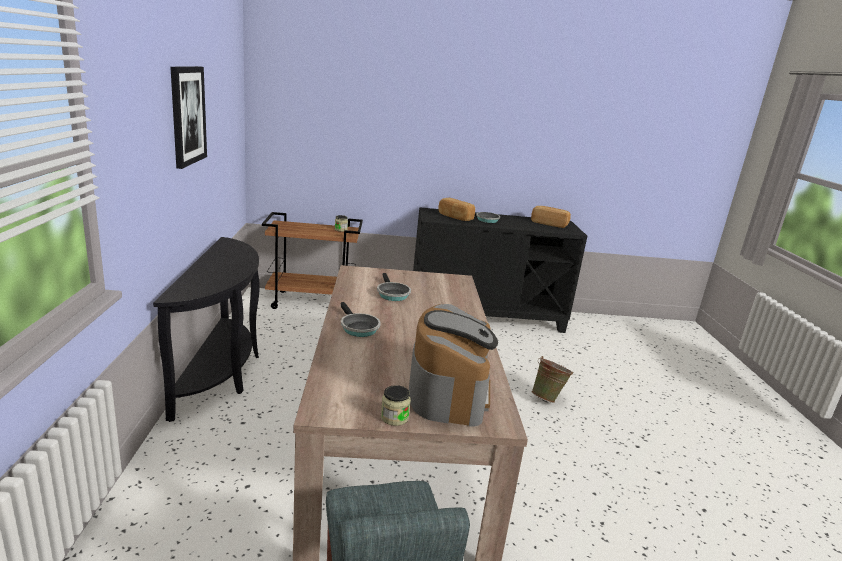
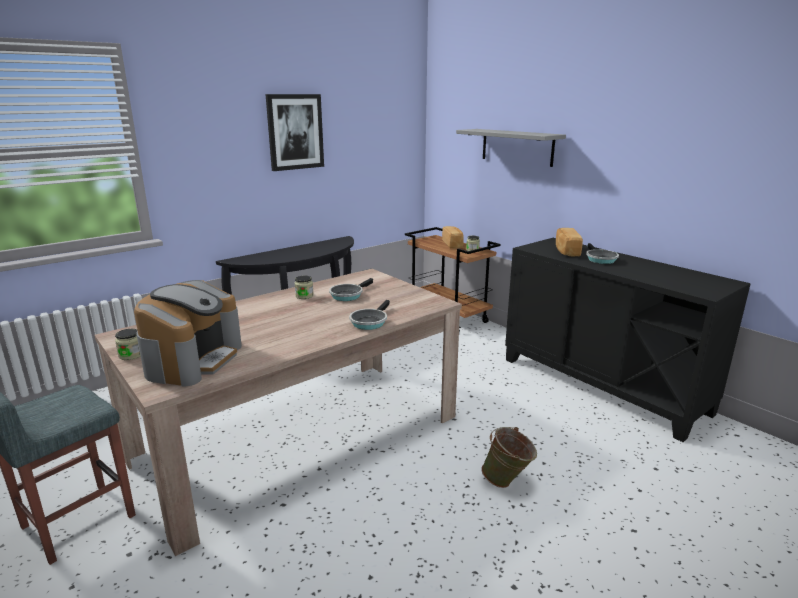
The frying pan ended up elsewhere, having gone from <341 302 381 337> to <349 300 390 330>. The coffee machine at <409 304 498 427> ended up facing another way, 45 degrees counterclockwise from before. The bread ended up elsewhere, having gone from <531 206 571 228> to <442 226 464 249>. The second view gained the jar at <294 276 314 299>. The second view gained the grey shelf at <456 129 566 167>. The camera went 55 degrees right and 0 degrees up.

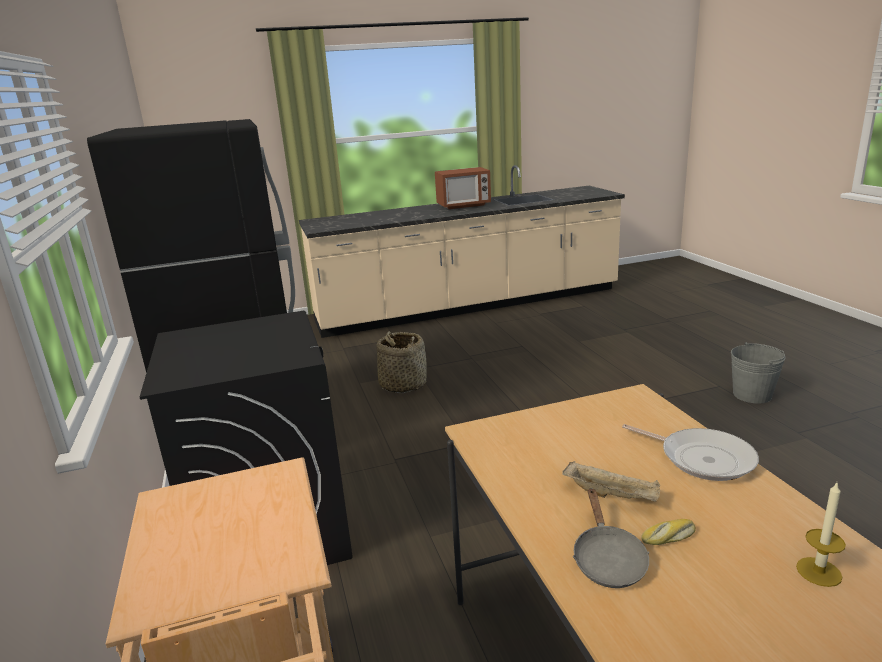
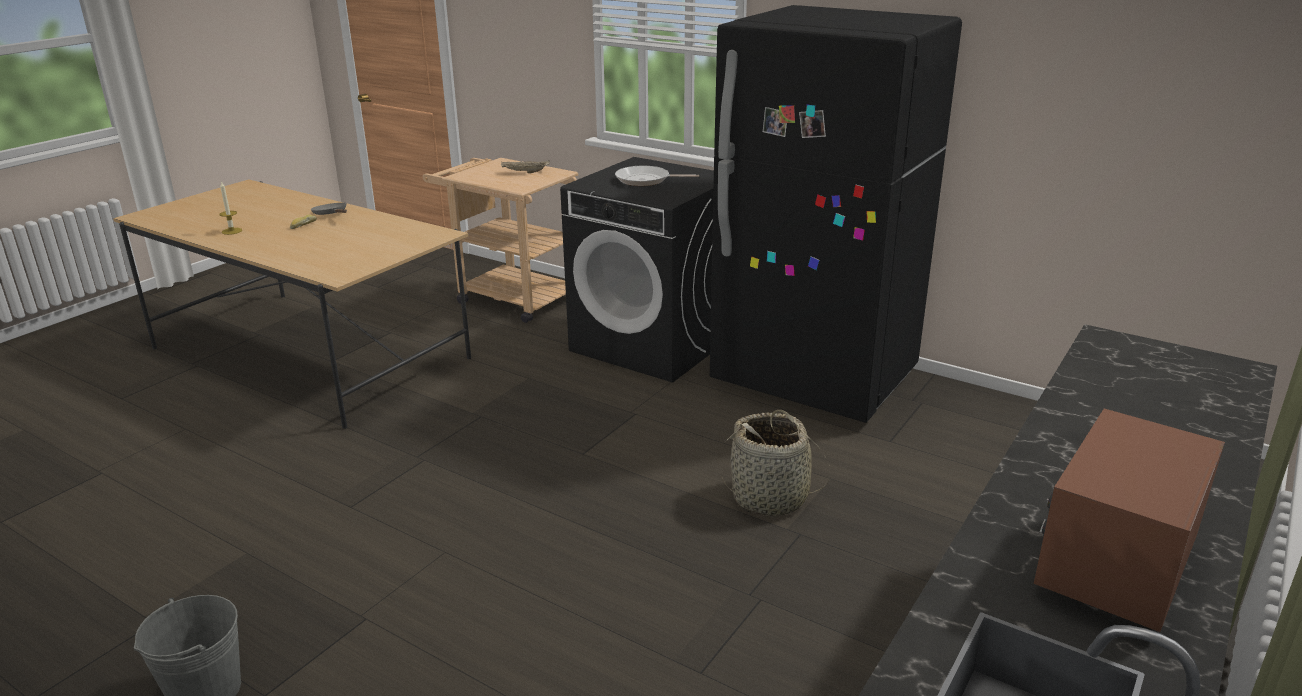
The beige tray ended up elsewhere, having gone from <562 461 660 502> to <501 160 550 173>. The frying pan ended up elsewhere, having gone from <622 424 759 481> to <615 166 699 186>. The camera went 140 degrees right and 5 degrees up.

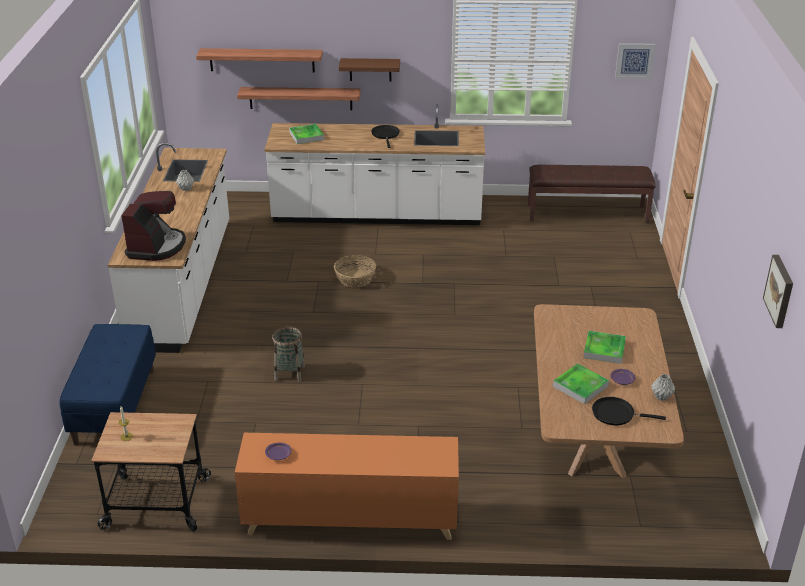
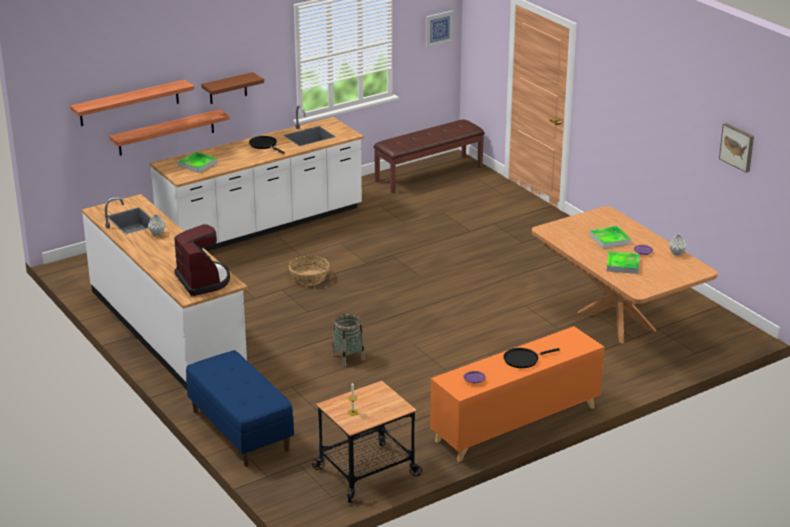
The black frying pan ended up elsewhere, having gone from <592 397 666 425> to <504 348 560 368>. The camera went 35 degrees left and 5 degrees down.

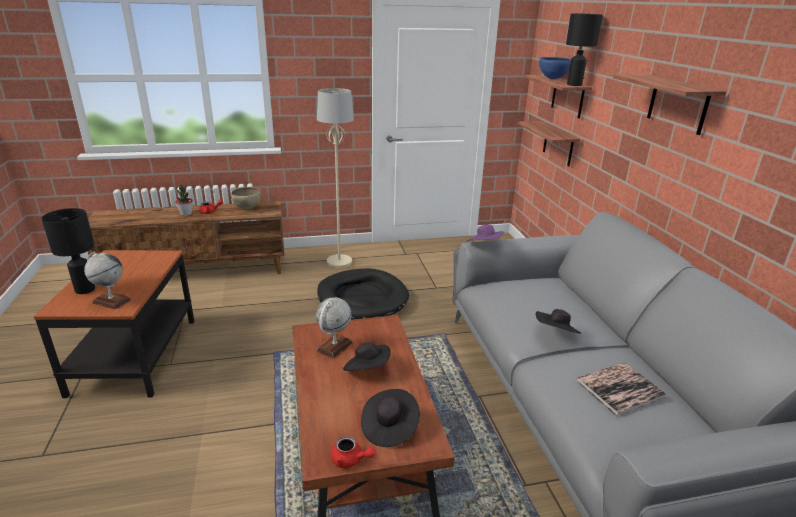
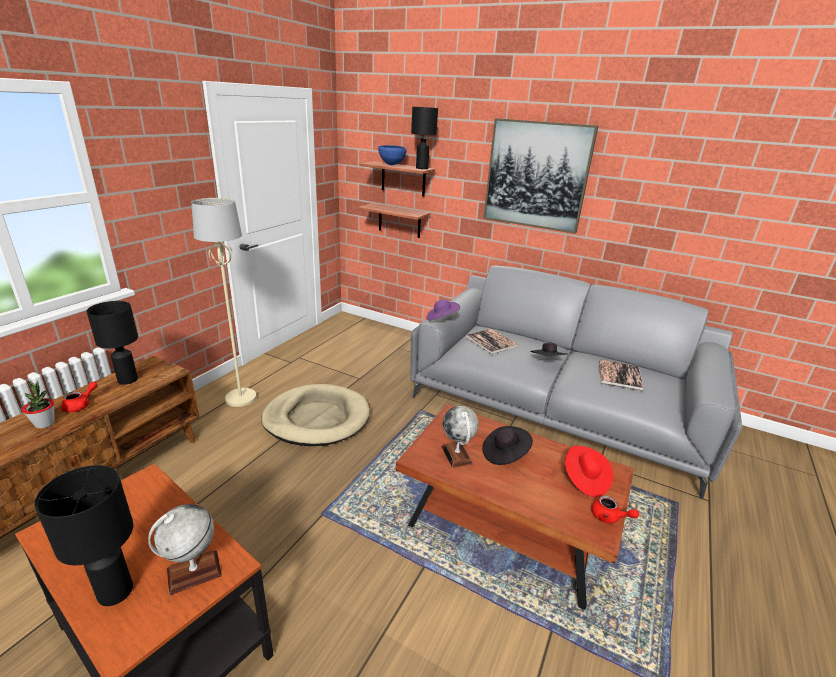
Where the brown bowl stood at <231 187 261 209>, the black table lamp came to stand at <86 301 138 385>. What was the black dog bed at <317 268 409 319> turned into the beige dog bed at <261 384 370 446>. The red teapot at <331 436 375 468> ended up facing another way, 60 degrees clockwise from before. What was the black hat at <361 389 420 447> turned into the red hat at <565 446 613 497>. Where the shelf hung at <613 74 726 135>, the picture came to hang at <483 118 598 234>. The second view gained the book at <466 329 519 355>. The camera went 50 degrees left and 0 degrees up.

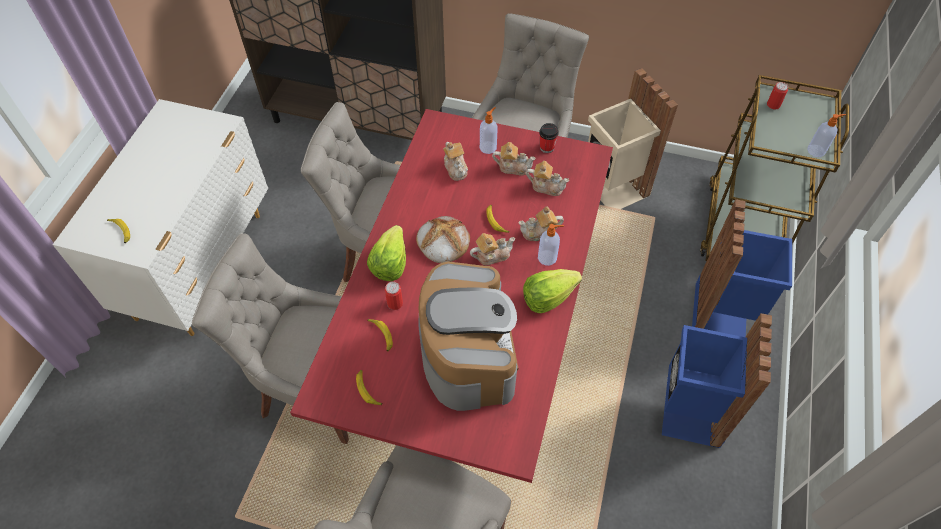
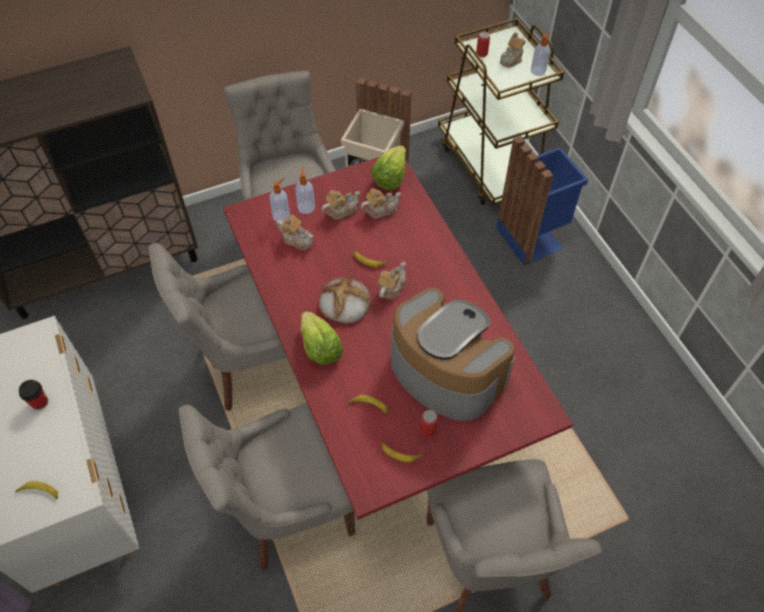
The can ended up elsewhere, having gone from <385 281 403 310> to <420 410 438 437>. The teapot ended up elsewhere, having gone from <518 206 564 241> to <500 32 526 68>. The lettuce ended up elsewhere, having gone from <523 269 582 313> to <371 146 406 190>. The soap dispenser ended up elsewhere, having gone from <538 224 564 266> to <269 178 290 222>. The cup ended up elsewhere, having gone from <539 123 559 153> to <19 380 48 410>. The second view lost the blue trash can at <662 313 772 448>. The camera went 40 degrees left and 0 degrees up.

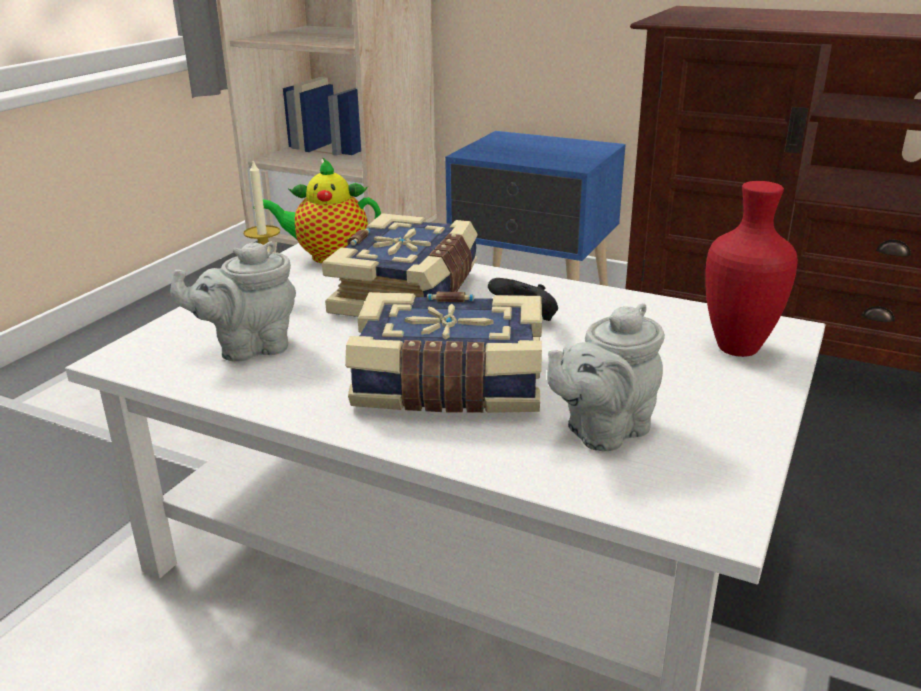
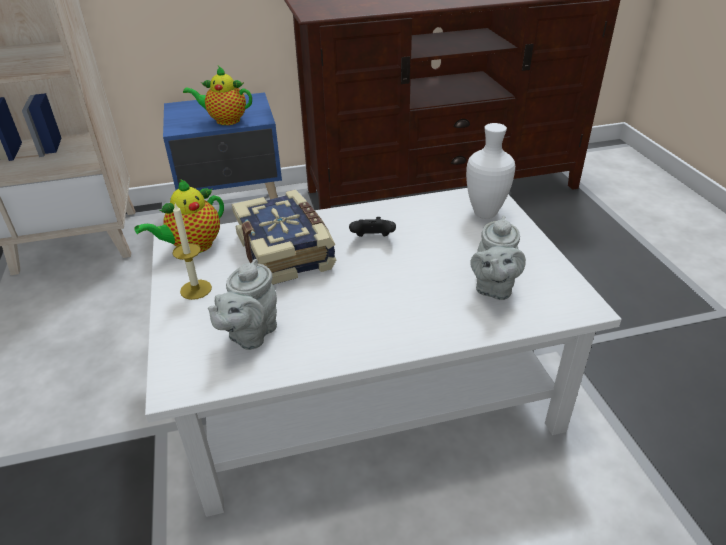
The second view lost the book at <345 292 542 413>. What was the red vase at <705 181 798 357> turned into the white vase at <466 123 515 219>. The second view gained the teapot at <183 66 252 125>. The camera went 40 degrees left and 10 degrees up.

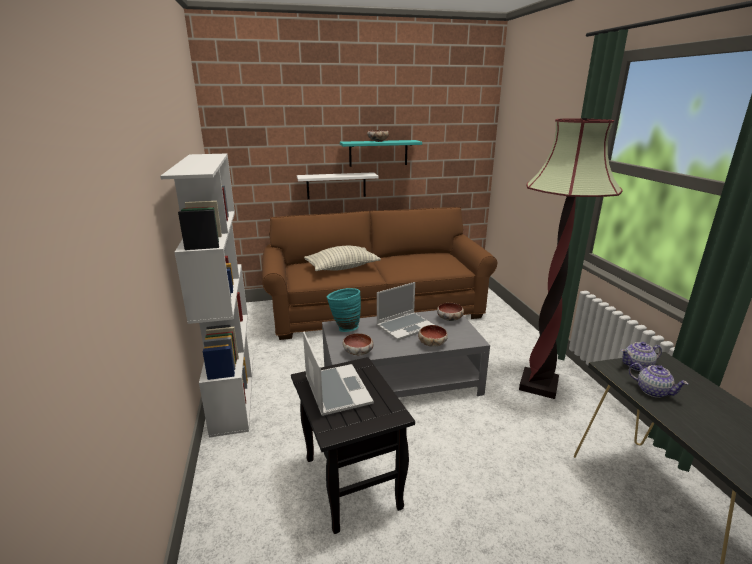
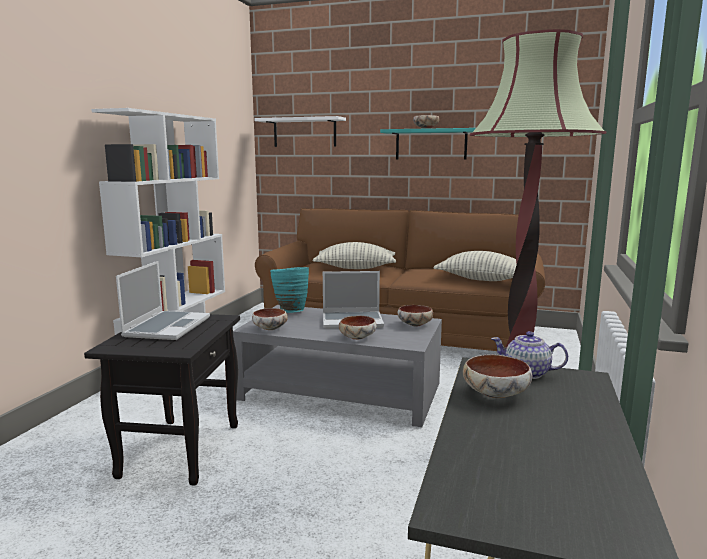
The white shelf ended up elsewhere, having gone from <297 172 379 199> to <254 116 346 147>. Where the teapot stood at <629 363 689 398>, the bowl came to stand at <463 354 532 398>. The second view gained the pillow at <434 251 517 281>. The camera went 30 degrees right and 10 degrees down.

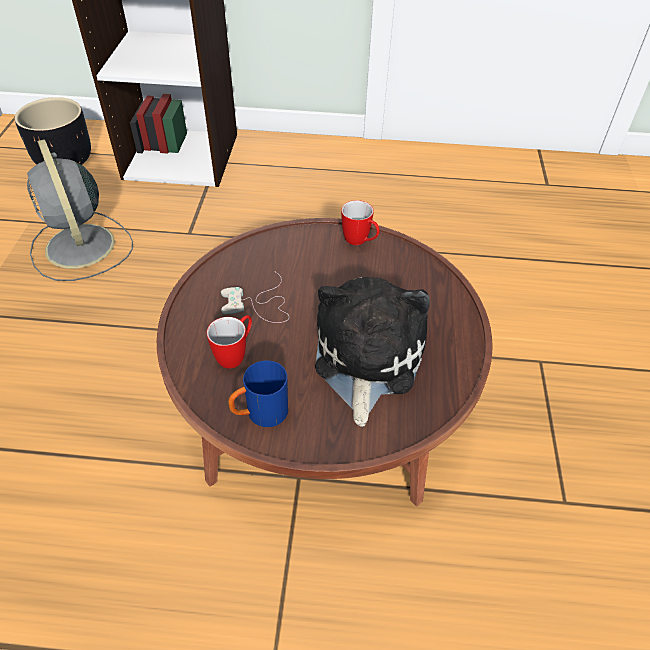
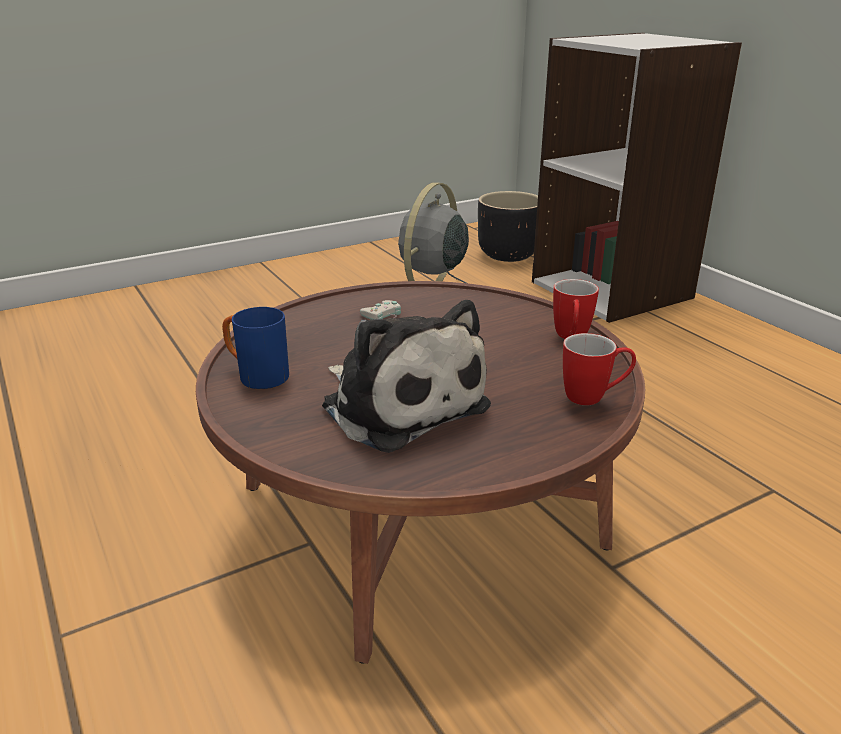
The mug ended up elsewhere, having gone from <207 315 252 369> to <563 333 636 405>. The plush toy at <315 277 430 427> ended up facing another way, 75 degrees clockwise from before. The camera went 55 degrees right and 20 degrees down.

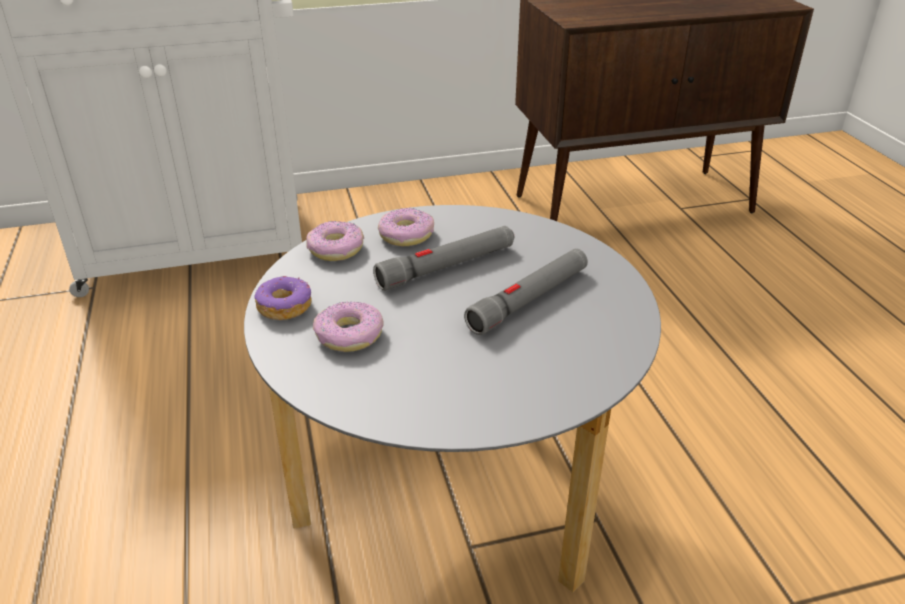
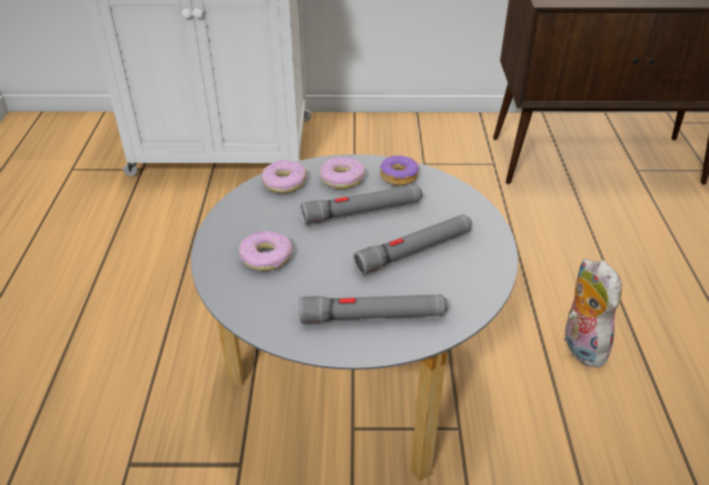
The donut ended up elsewhere, having gone from <255 276 312 320> to <380 155 419 185>. The second view gained the grey flashlight at <299 294 448 323>. The second view gained the plush toy at <563 259 622 367>. The camera went 15 degrees right and 5 degrees up.

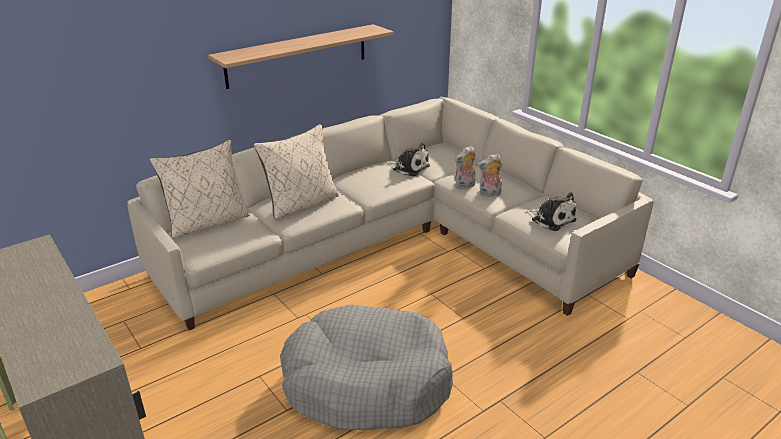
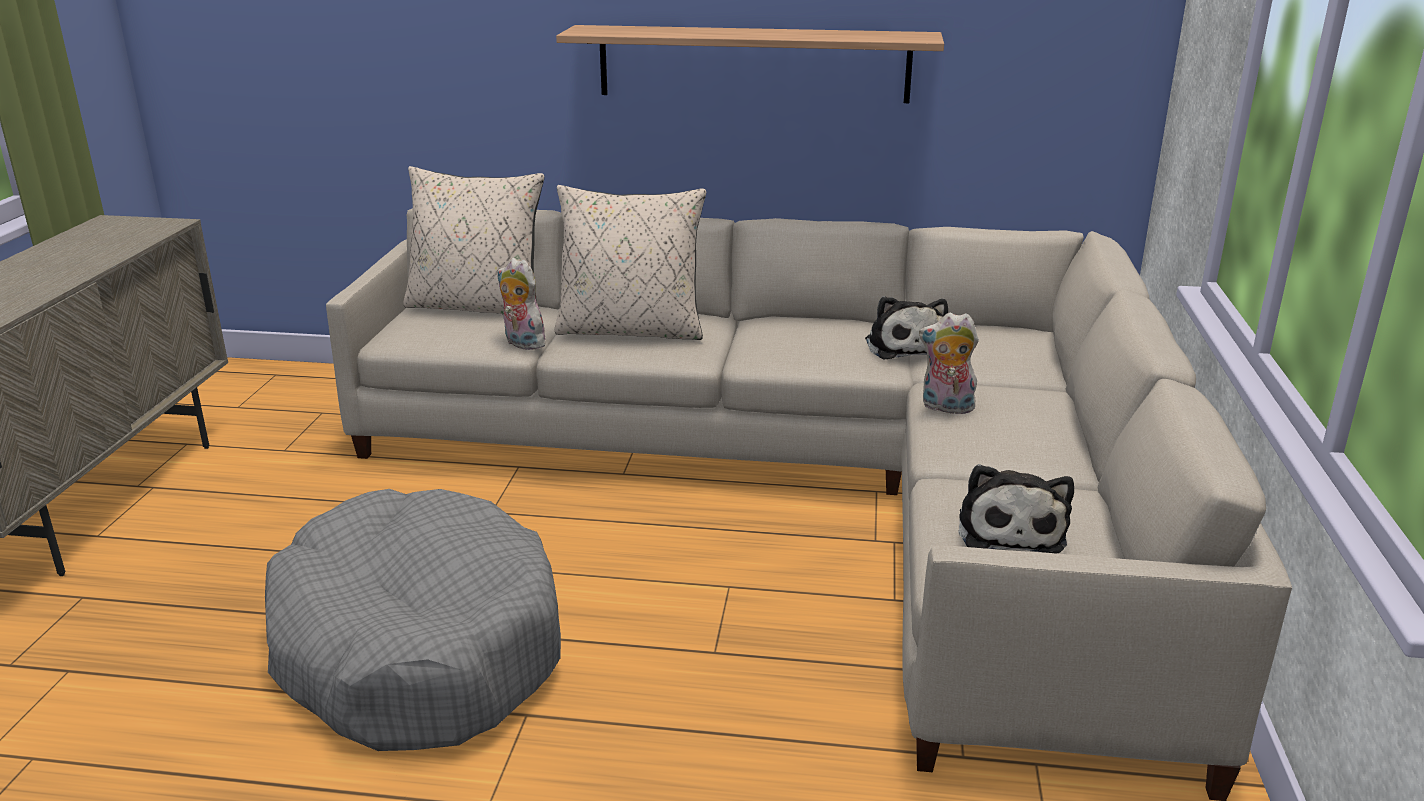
The plush toy ended up elsewhere, having gone from <478 154 503 197> to <497 258 551 350>. The camera went 45 degrees right and 5 degrees down.

